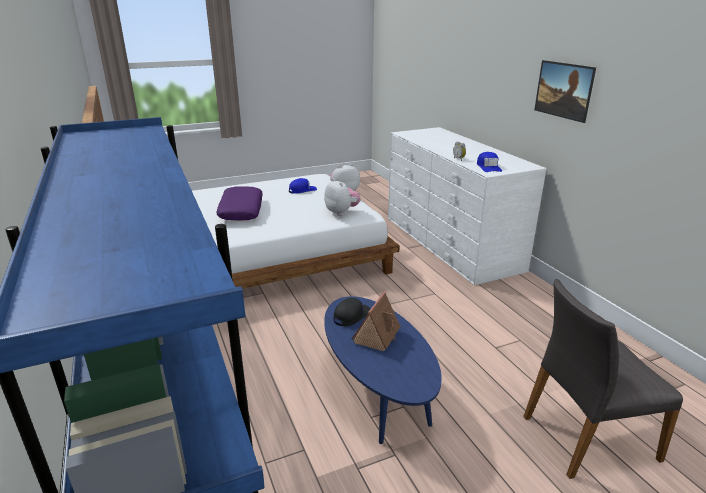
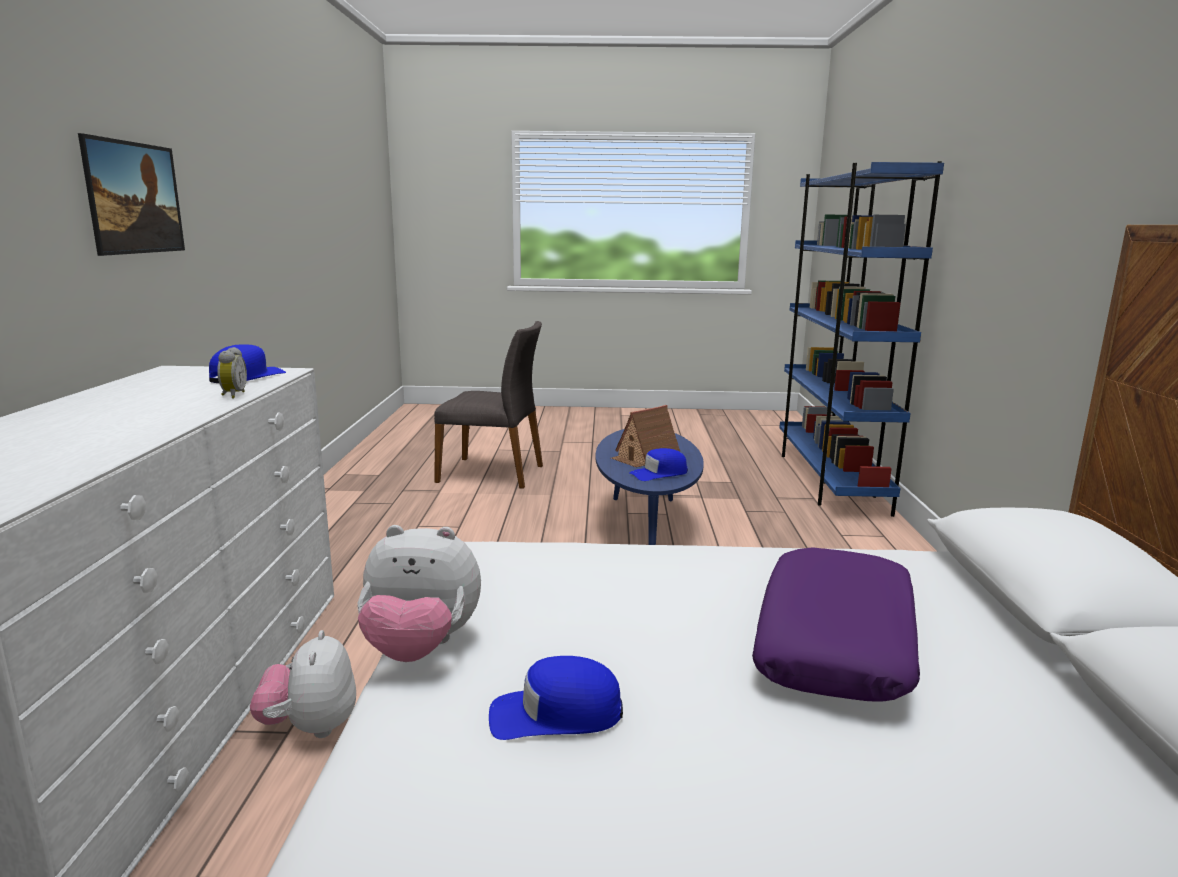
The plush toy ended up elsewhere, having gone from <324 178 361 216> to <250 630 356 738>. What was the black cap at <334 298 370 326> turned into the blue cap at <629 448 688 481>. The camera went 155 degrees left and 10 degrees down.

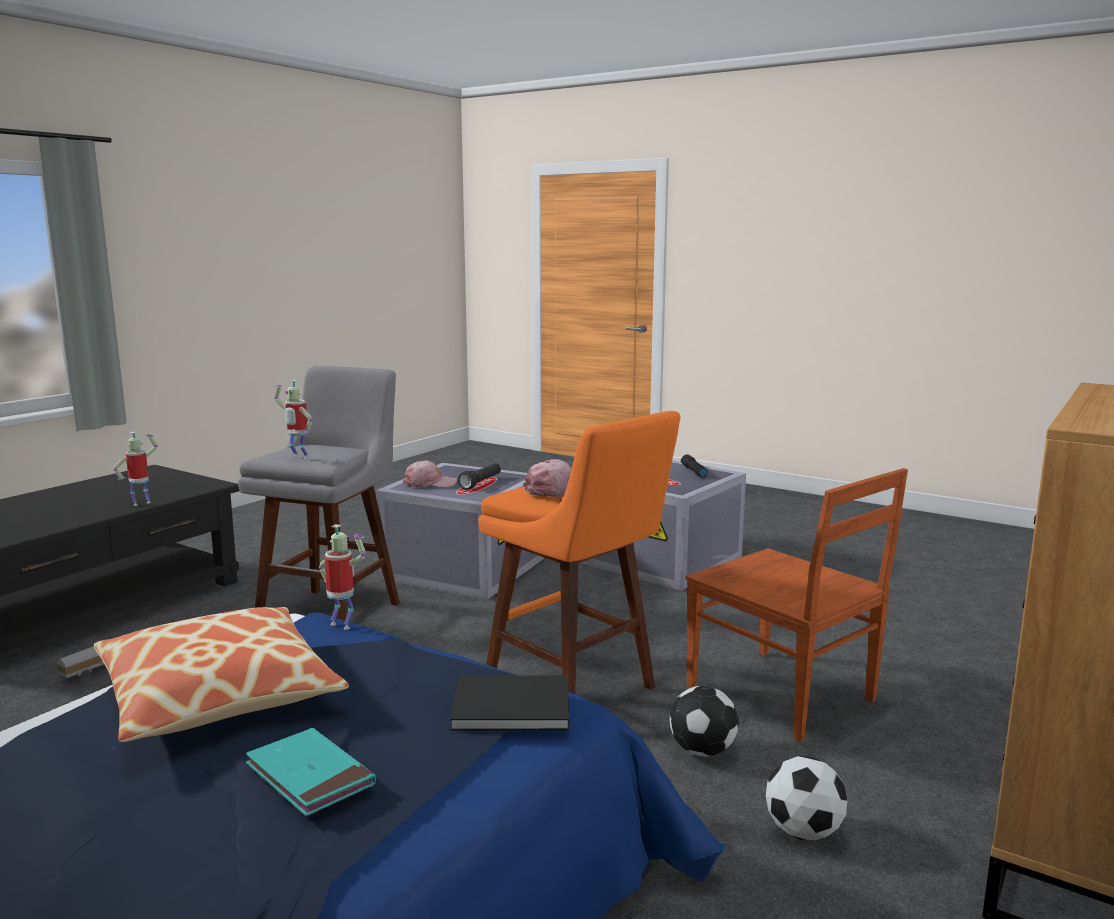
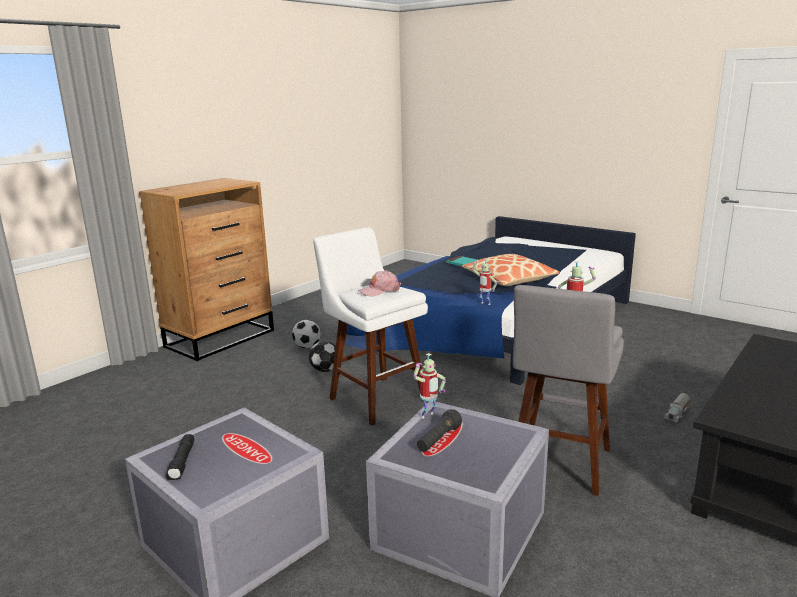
The toy robot ended up elsewhere, having gone from <114 432 158 506> to <413 353 446 419>. The second view lost the pink cap at <403 461 457 488>. The second view lost the black book at <450 675 569 730>. What was the orange stool at <478 411 680 694> turned into the white stool at <313 228 428 426>. The second view lost the brown chair at <685 468 908 743>. The camera went 175 degrees left and 5 degrees up.

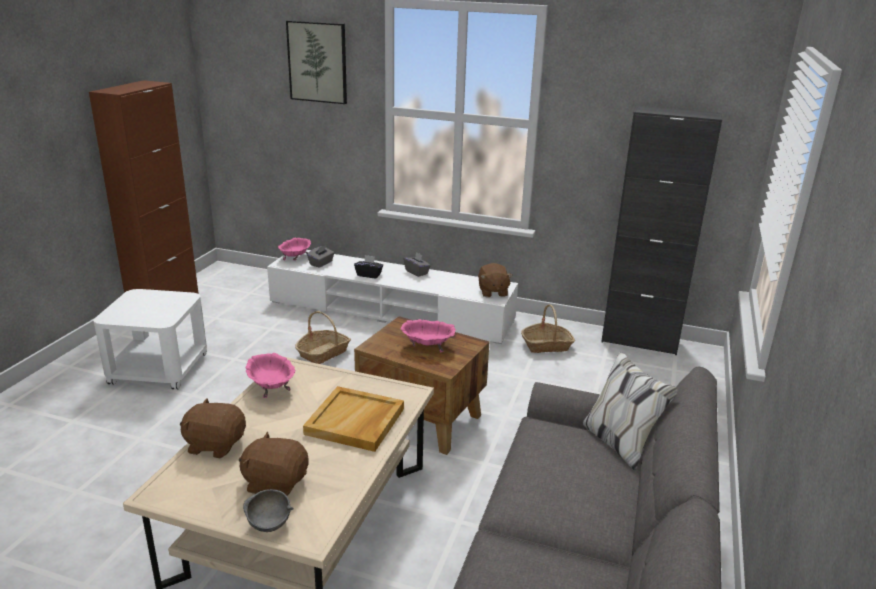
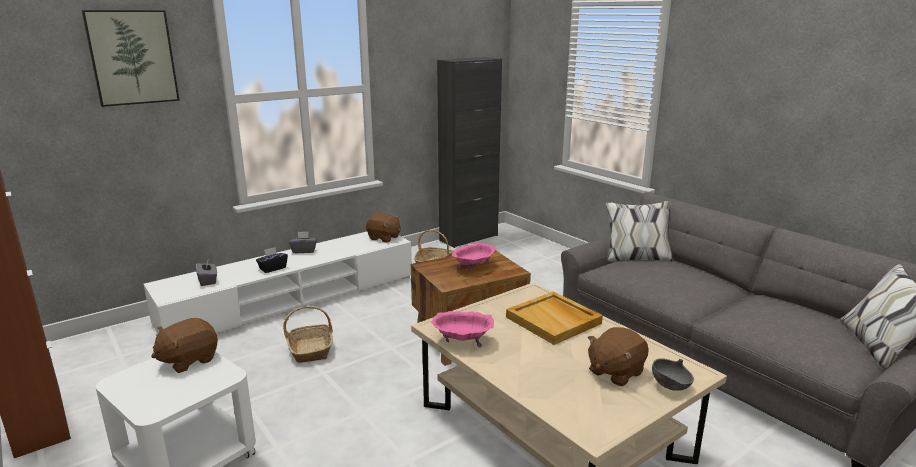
The brown plush toy ended up elsewhere, having gone from <180 398 246 459> to <151 318 218 373>. The second view lost the pink bowl at <278 238 311 261>. The camera went 55 degrees left and 5 degrees down.

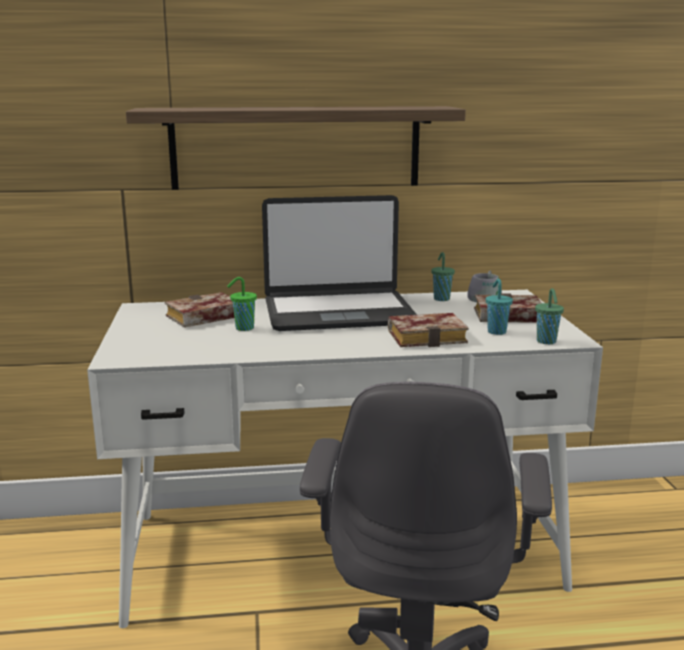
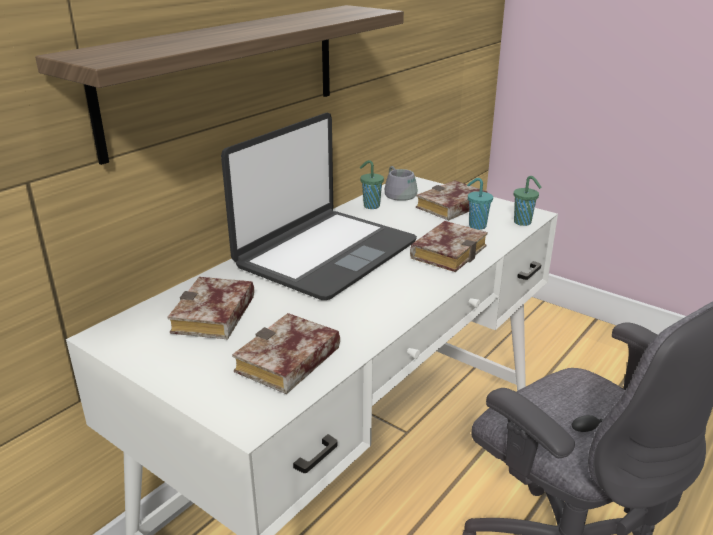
The second view lost the green cup at <227 277 257 331>. The second view gained the book at <232 313 340 394>. The camera went 45 degrees left and 10 degrees up.

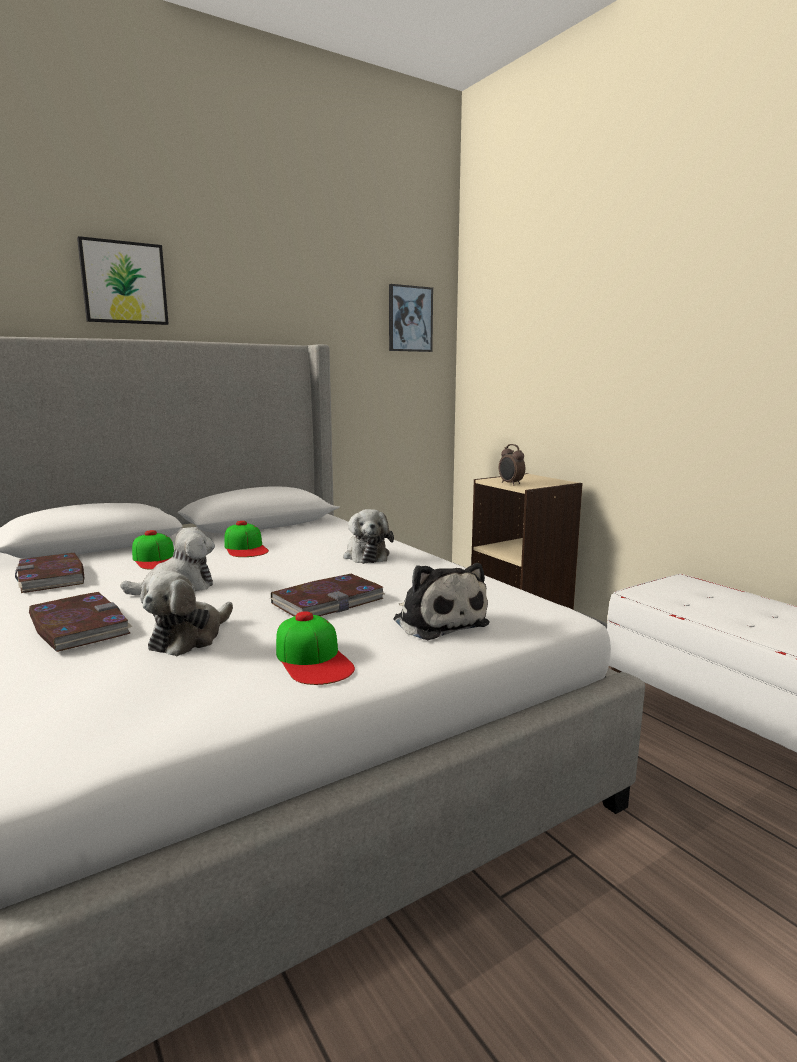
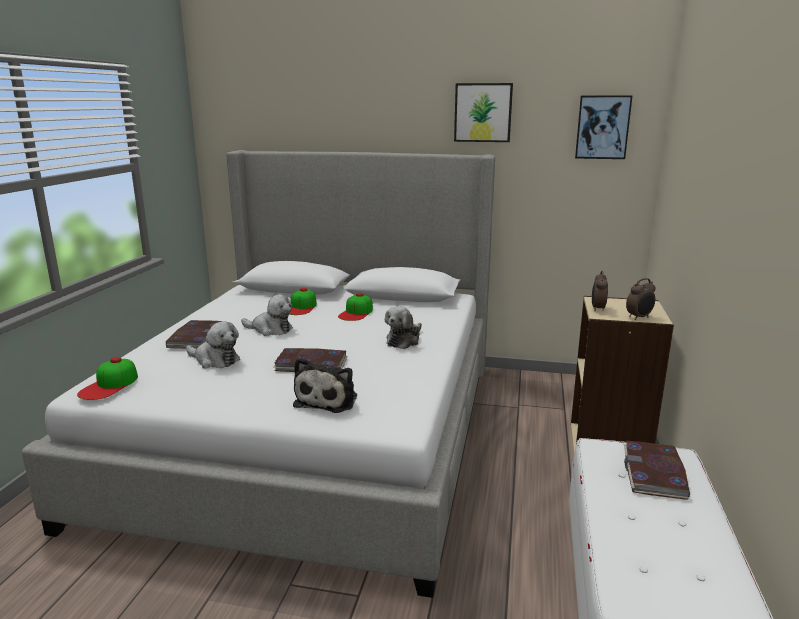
The book ended up elsewhere, having gone from <15 553 84 593> to <624 441 690 500>. The picture ended up elsewhere, having gone from <77 236 169 325> to <454 83 513 142>. The plush toy at <140 571 233 656> ended up facing another way, 135 degrees counterclockwise from before. The cap ended up elsewhere, having gone from <276 611 355 685> to <77 357 138 400>. The second view gained the alarm clock at <626 278 656 320>. The camera went 45 degrees right and 5 degrees up.

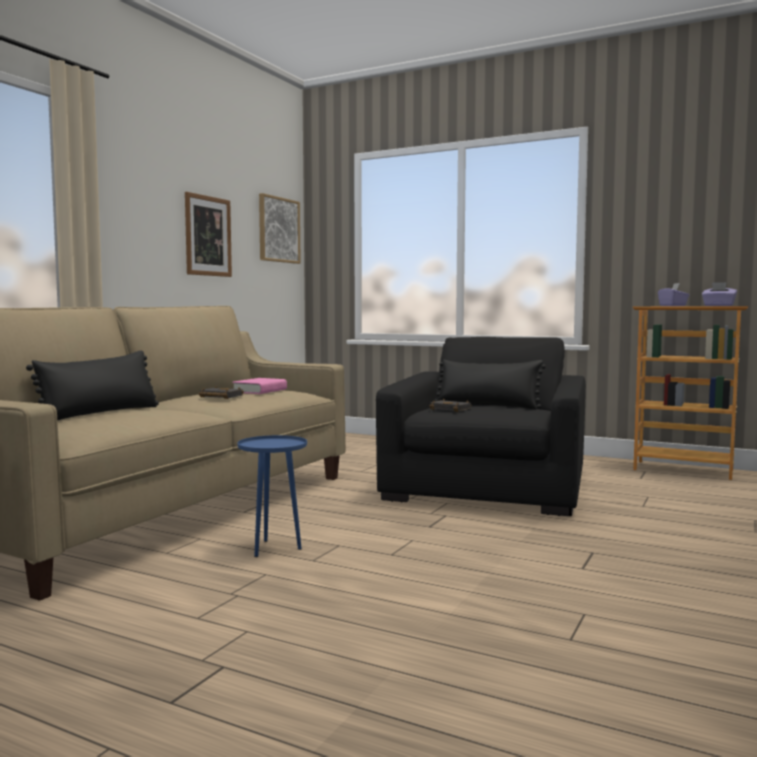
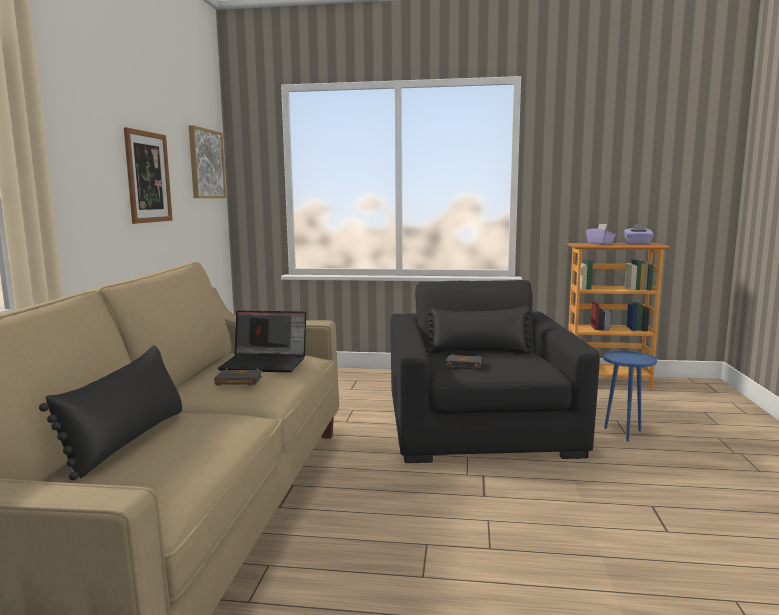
Where the pink book stood at <232 378 287 394>, the laptop came to stand at <218 311 306 372>. The blue side table ended up elsewhere, having gone from <237 435 307 557> to <603 351 657 441>. The camera went 20 degrees left and 5 degrees up.

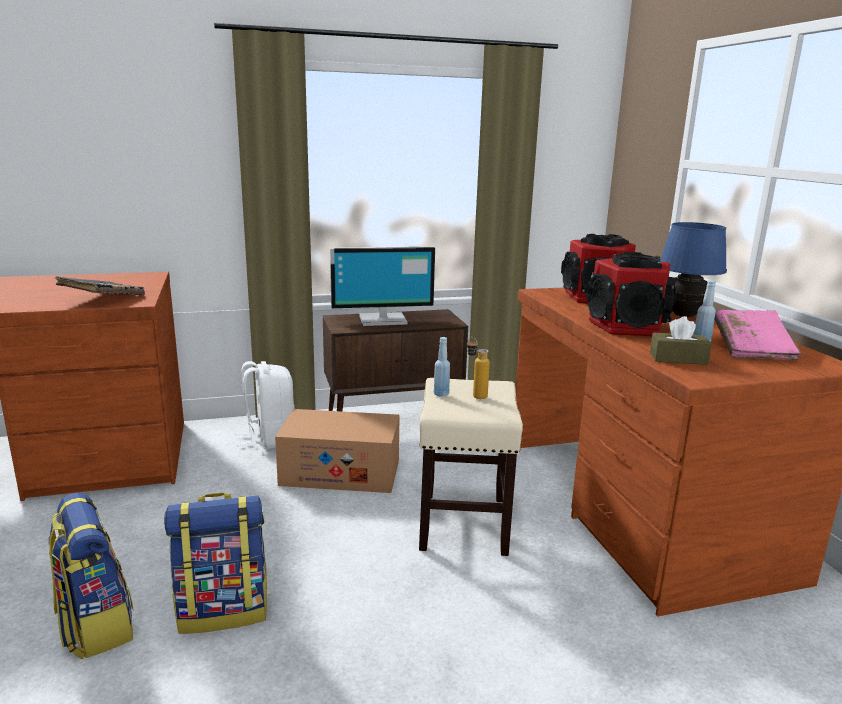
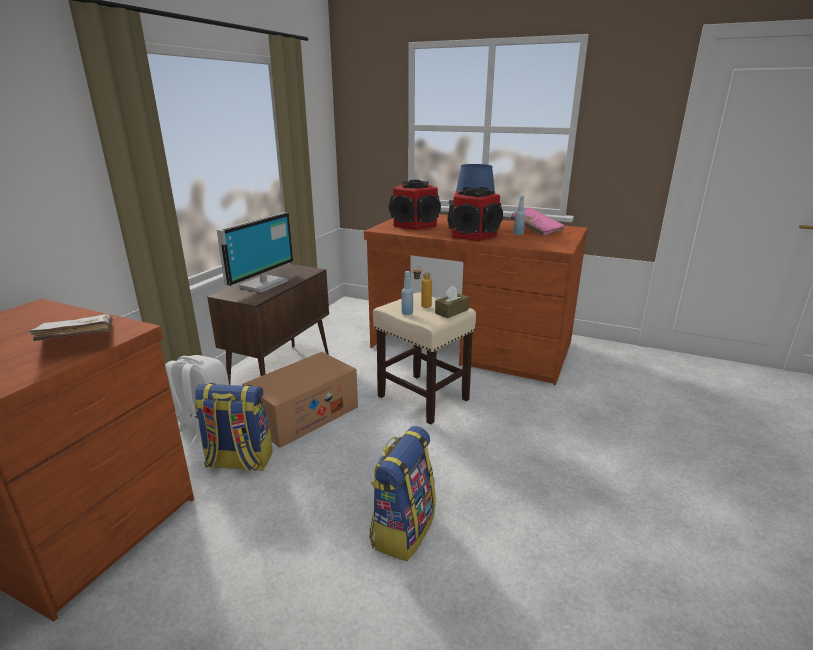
The backpack ended up elsewhere, having gone from <49 493 134 660> to <195 383 272 472>. What was the black book at <55 276 145 295> turned into the white book at <29 314 113 341>. The brown tissue box ended up elsewhere, having gone from <650 316 712 365> to <435 285 469 318>. The camera went 50 degrees left and 5 degrees up.

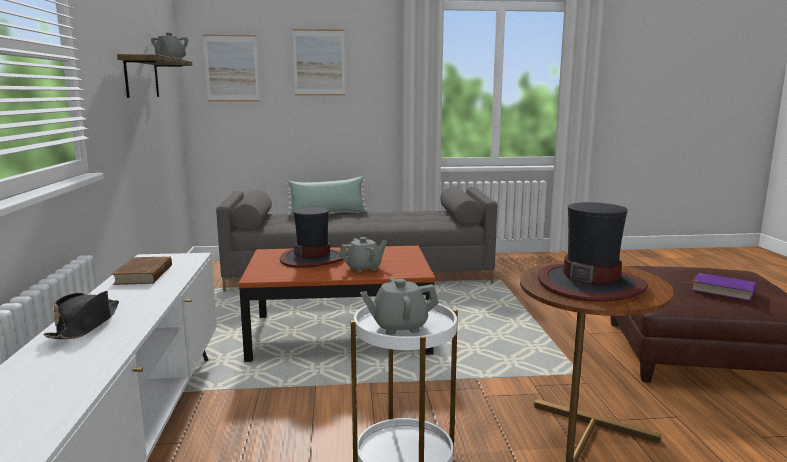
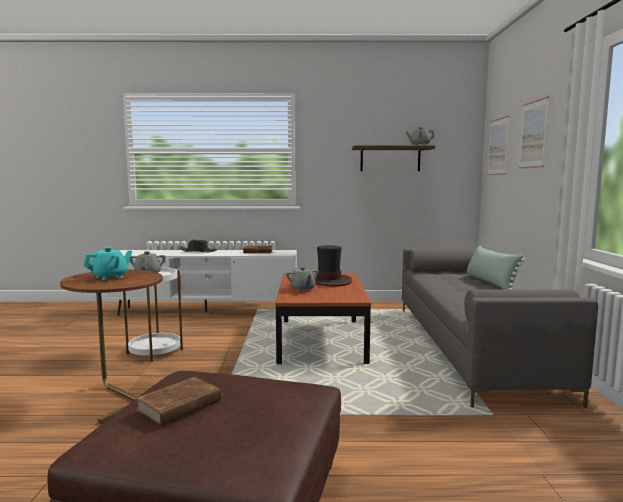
Where the hat stood at <538 202 648 302>, the turquoise teapot came to stand at <83 247 132 280>. What was the purple book at <688 273 756 301> turned into the brown book at <135 377 223 426>. The camera went 95 degrees right and 5 degrees down.

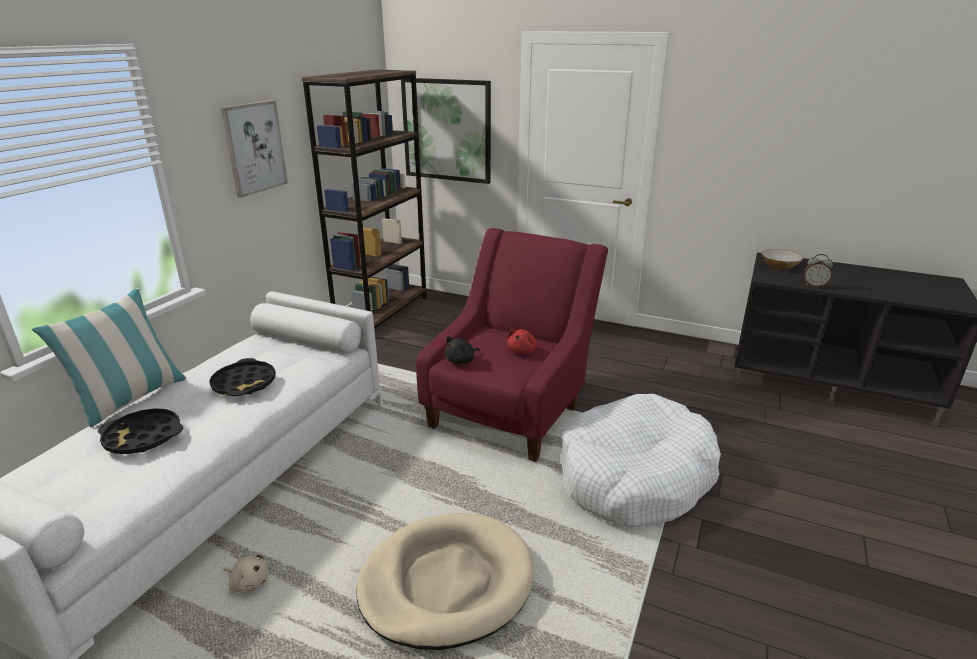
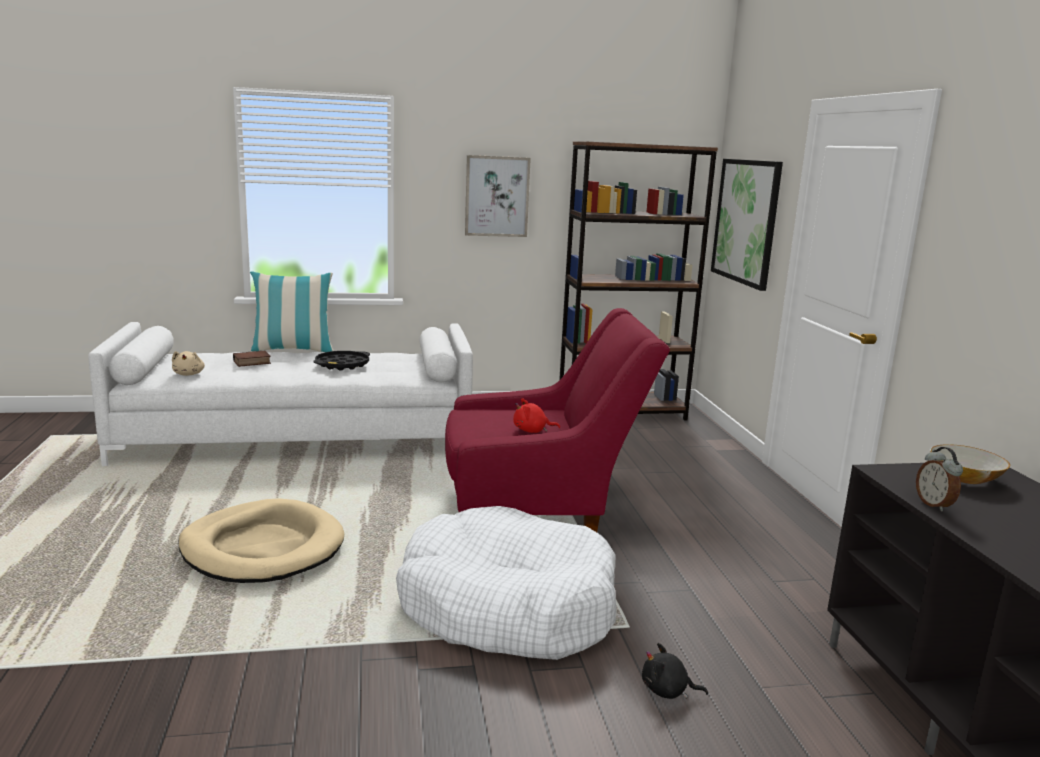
Where the black tray stood at <98 408 183 454>, the book came to stand at <233 351 271 367>. The beige plush toy ended up elsewhere, having gone from <223 553 269 593> to <172 351 205 376>. The black plush toy ended up elsewhere, having gone from <444 336 480 364> to <642 643 708 699>. The camera went 55 degrees right and 10 degrees down.

